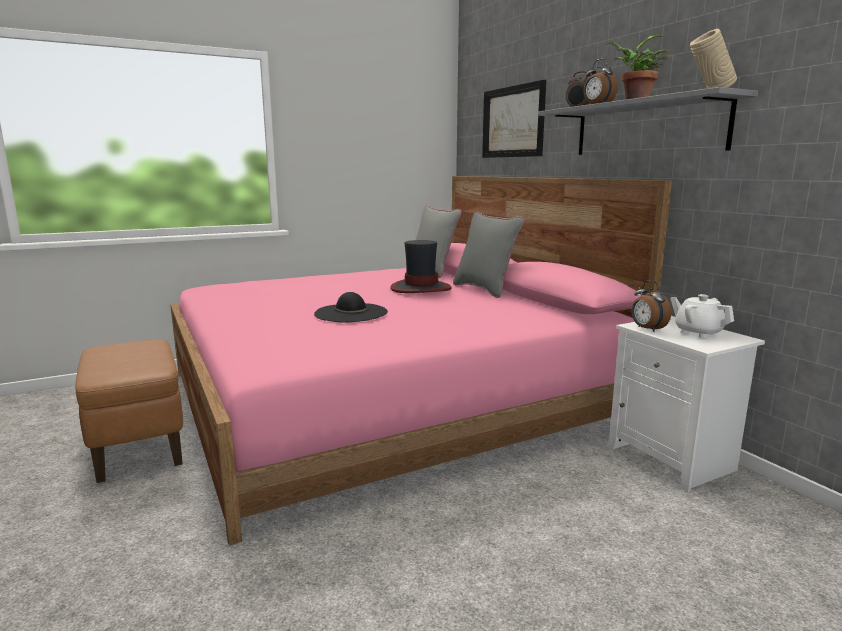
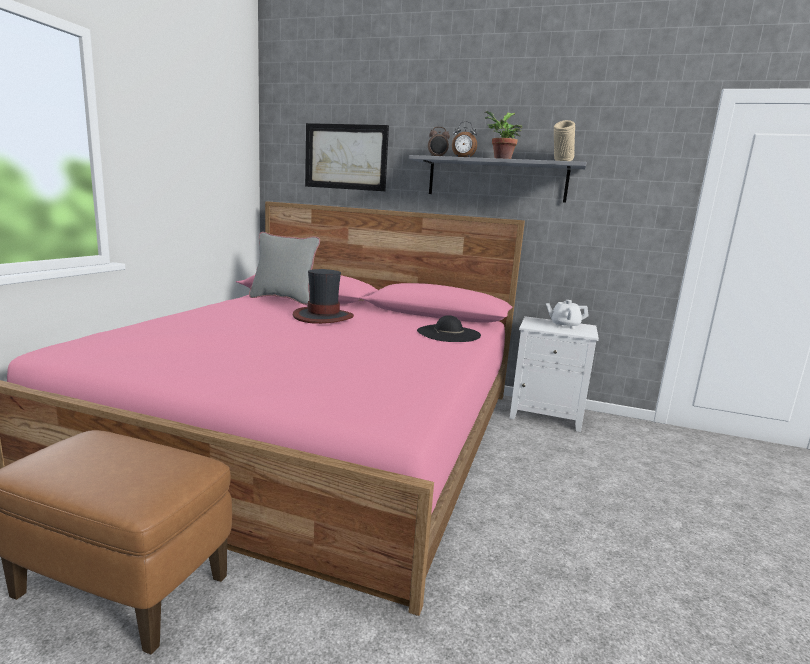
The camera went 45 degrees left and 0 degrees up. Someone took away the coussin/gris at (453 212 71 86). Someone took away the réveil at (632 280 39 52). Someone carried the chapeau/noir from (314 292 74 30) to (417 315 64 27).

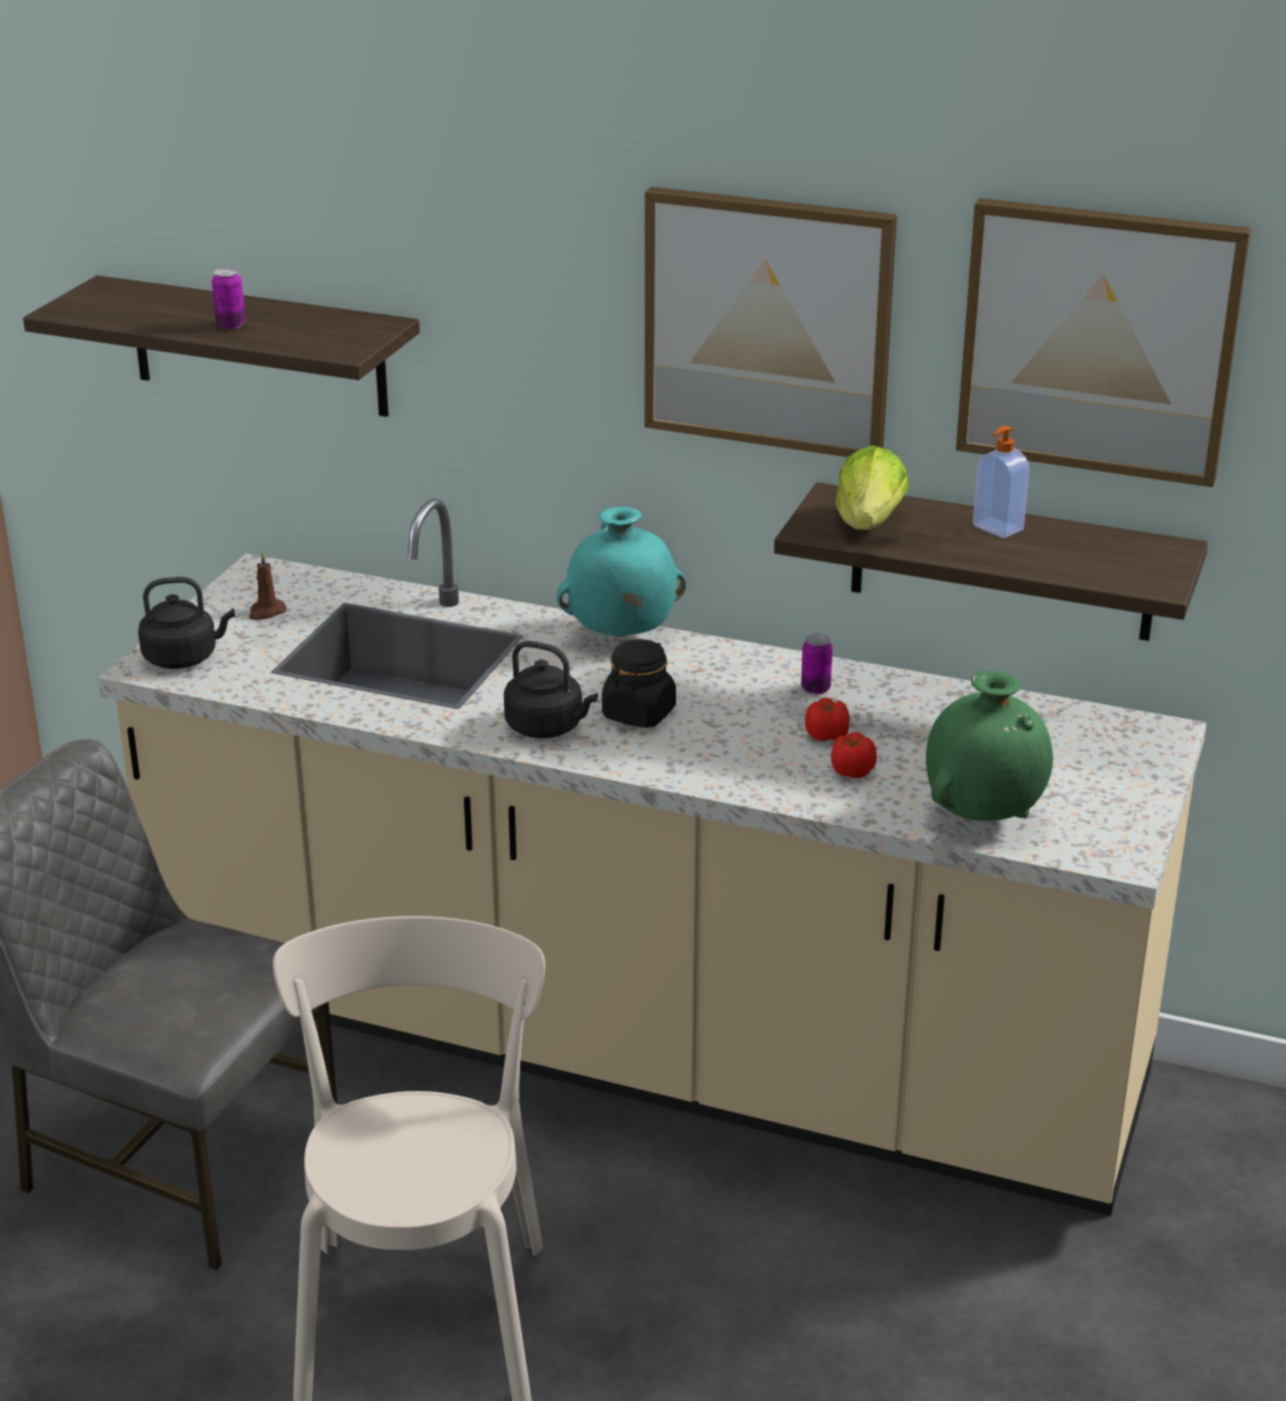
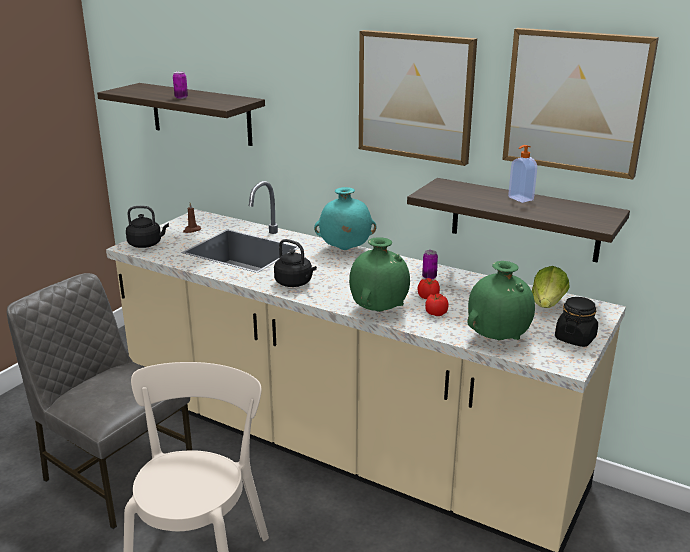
The camera went 10 degrees right and 5 degrees down. Someone put down the vase/vert at (349 237 61 75). Someone carried the bocal/noir from (602 639 74 89) to (555 297 43 50). Someone carried the laitue from (836 445 73 85) to (532 266 38 42).

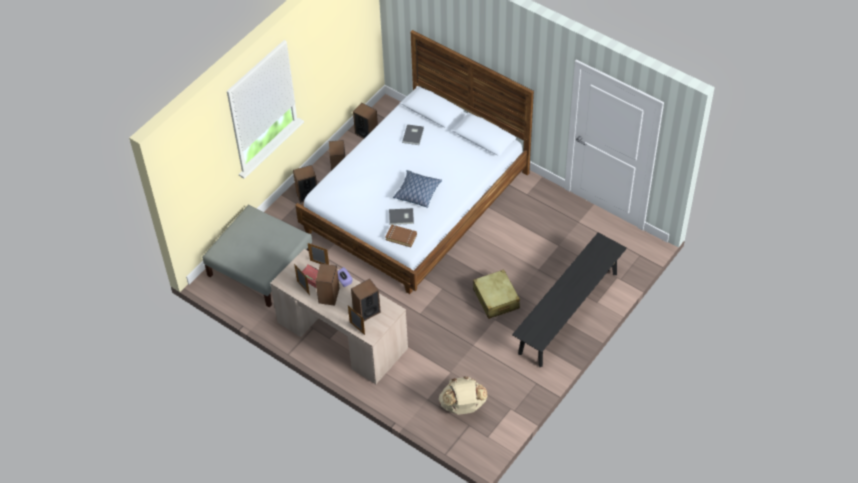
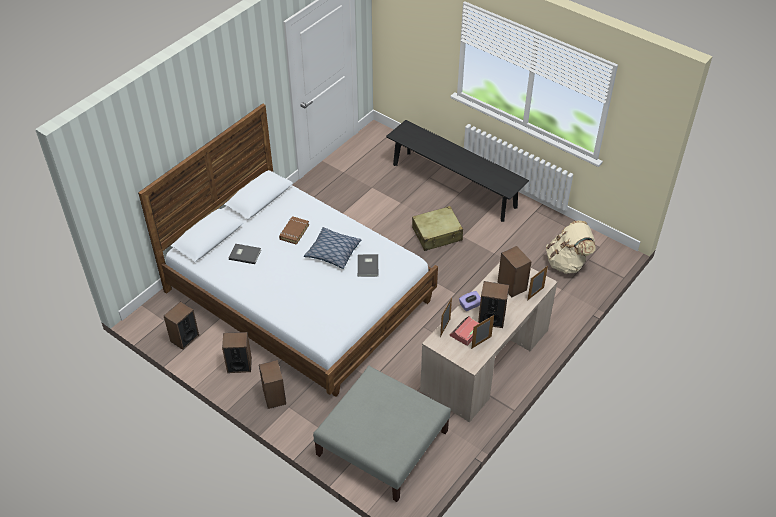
The camera went 90 degrees left and 5 degrees down. Someone carried the livre/marron from (385 225 32 22) to (279 216 30 29).

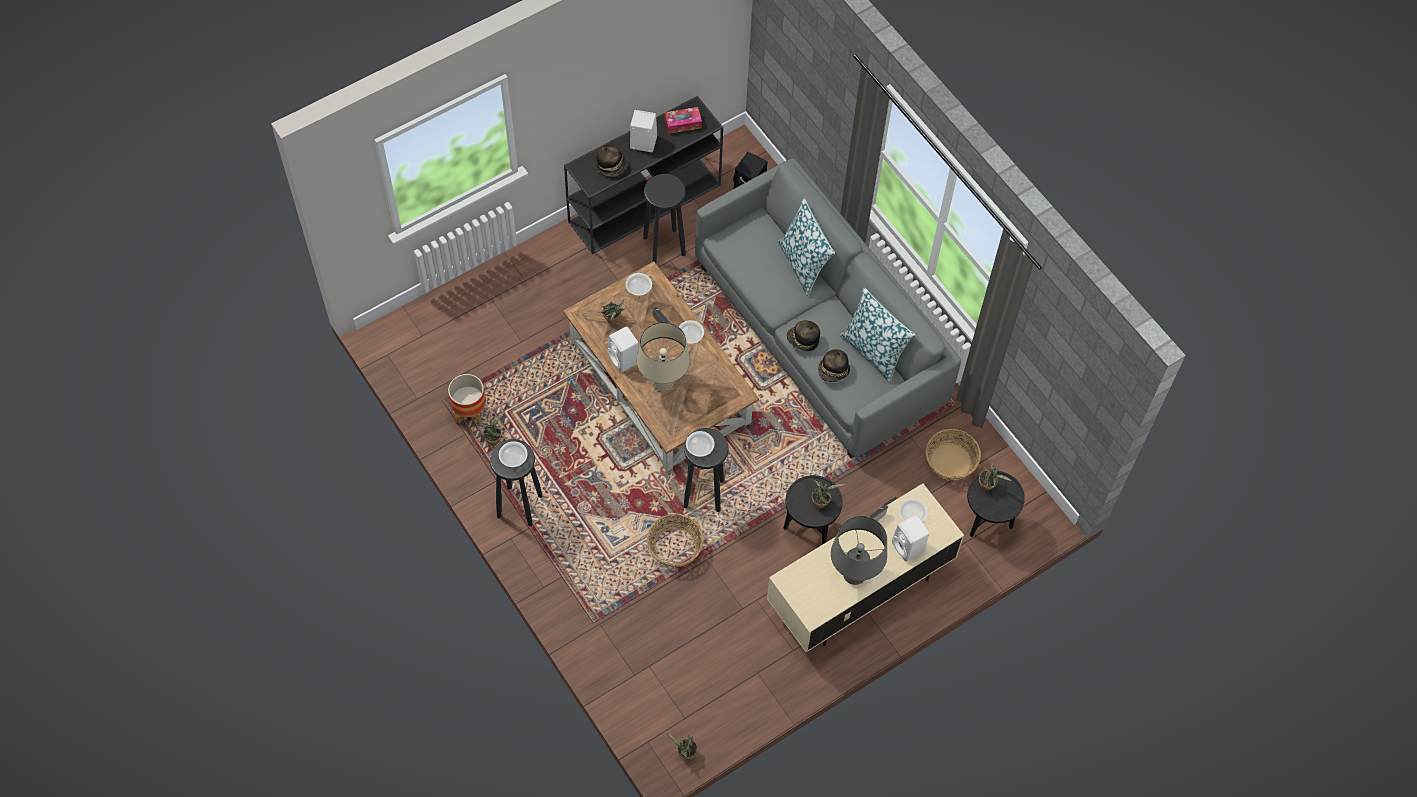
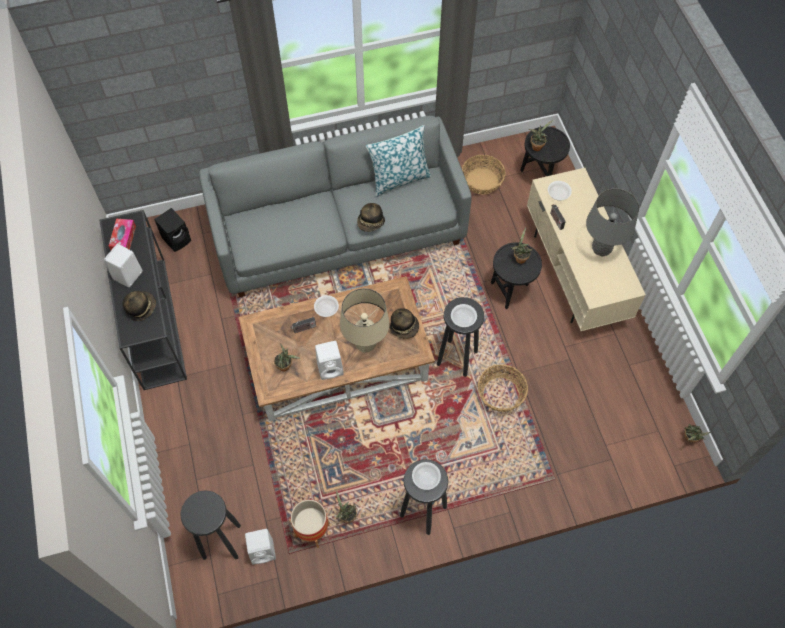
The camera went 70 degrees left and 0 degrees up. Someone took away the bol at (626 273 26 23). Someone took away the coussin at (778 198 57 98). Someone carried the tabouret/noir from (643 174 43 89) to (181 490 60 70). Someone carried the chapeau from (818 349 32 33) to (390 308 29 31). Someone carried the enceinte/blanc from (892 515 37 47) to (245 529 31 36).

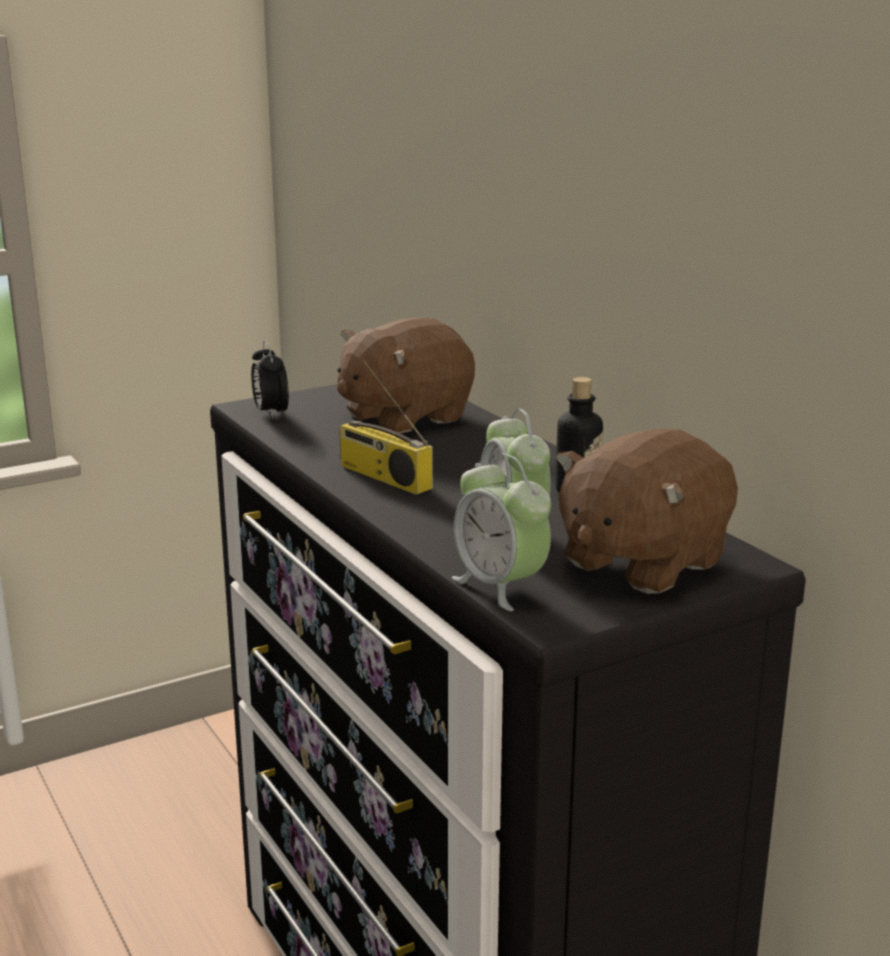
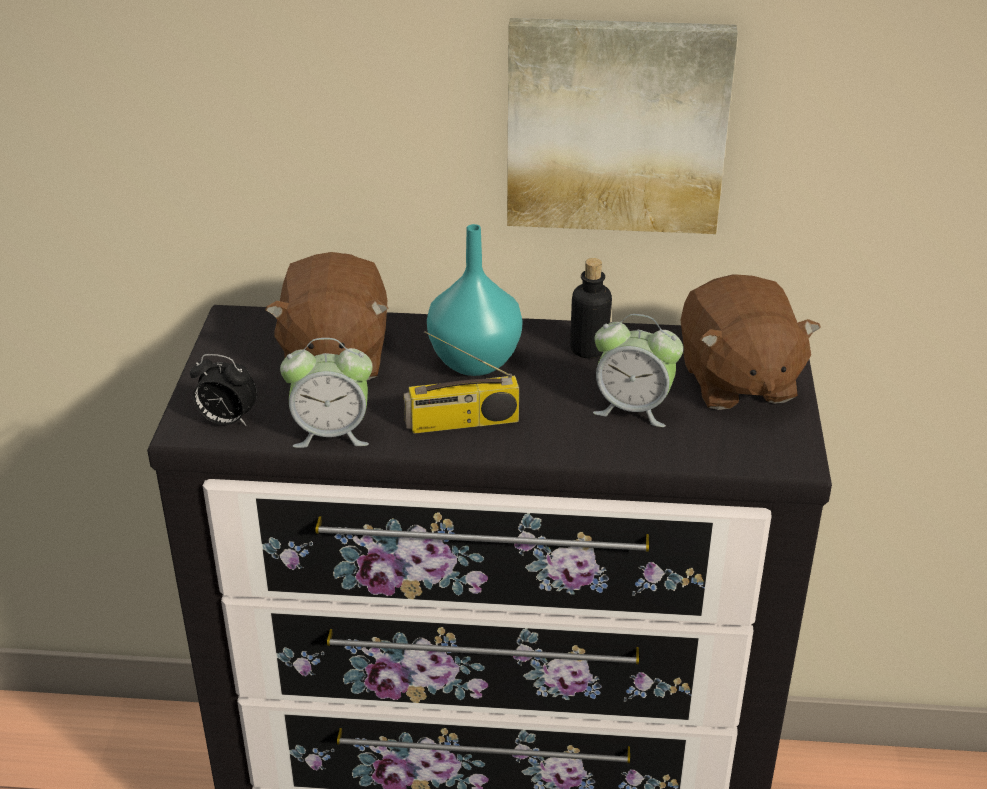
The camera went 55 degrees left and 15 degrees up. Someone put down the vase/turquoise at (427 224 96 152). Someone put up the tableau at (507 18 231 216). Someone carried the réveil from (452 453 99 158) to (280 338 93 110).

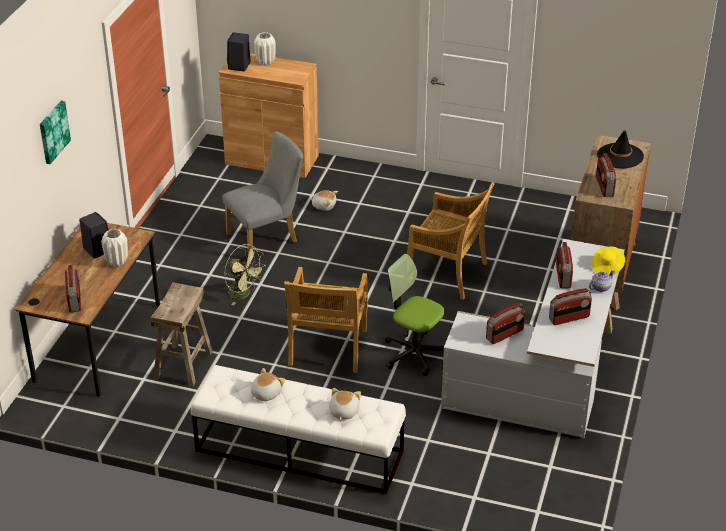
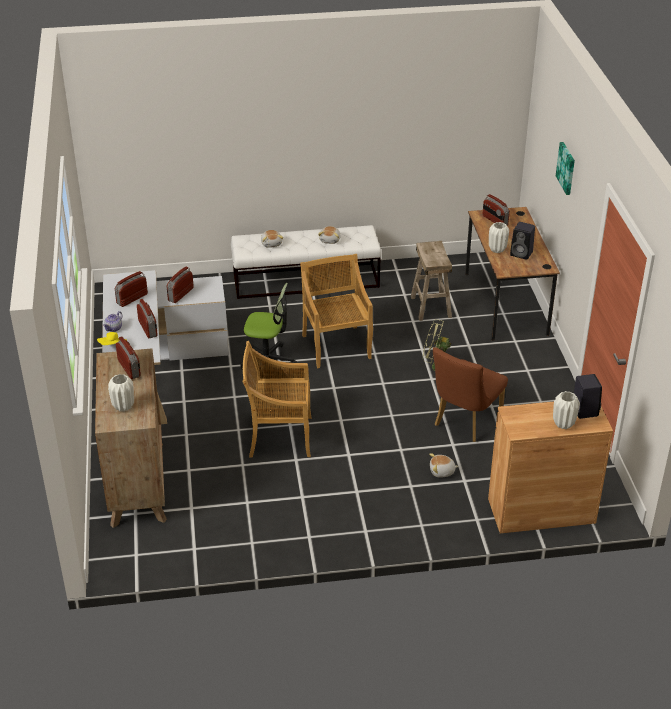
The camera went 155 degrees right and 0 degrees up. Someone swapped the chapeau/noir at (597 130 47 38) for the vase/blanc at (108 374 26 38). Someone repainted the chaise/gris at (222 131 81 124), which became the chaise/marron at (433 347 75 95).

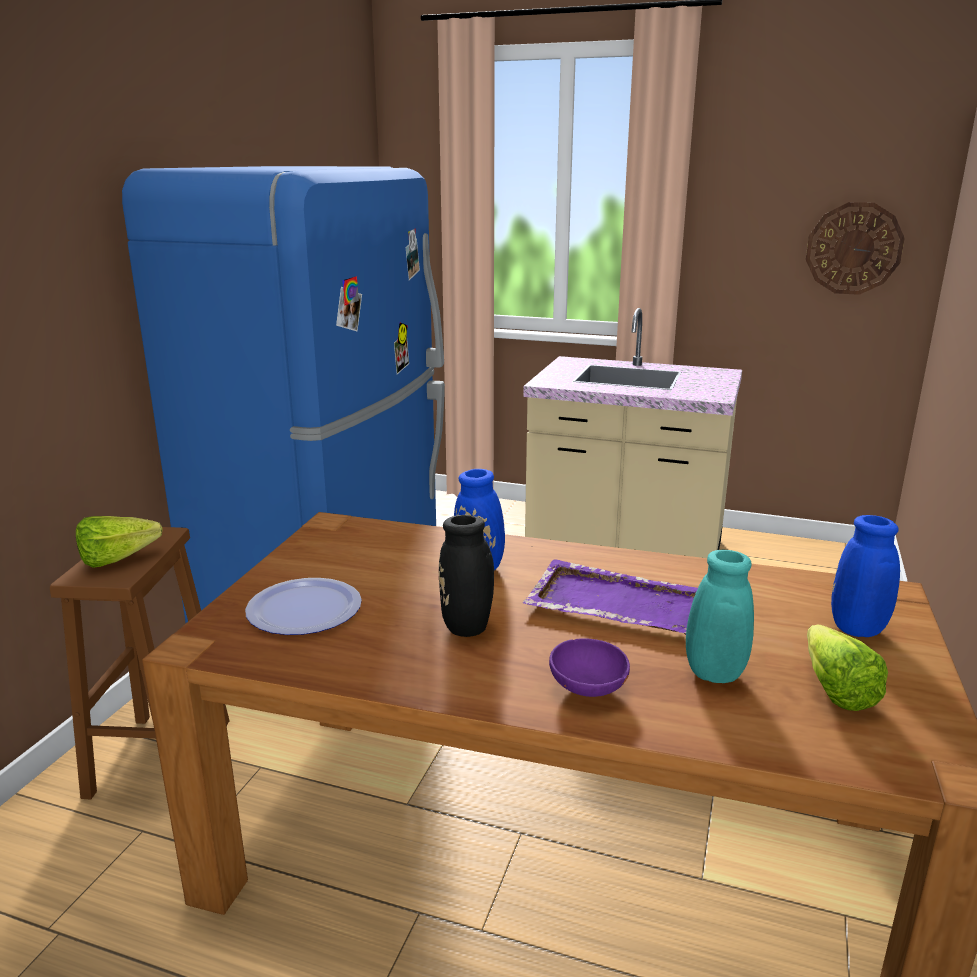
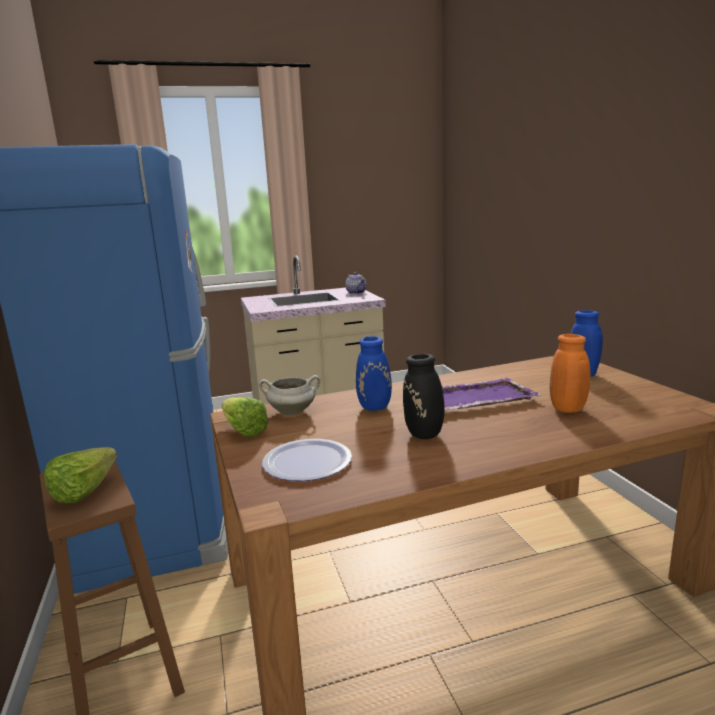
The camera went 35 degrees left and 5 degrees down. Someone took away the bol/violet at (549 638 81 59). Someone took away the horloge murale at (806 202 99 93). Someone put down the marmite/blanc at (259 375 61 40). Someone put down the théière at (345 272 22 22). Someone carried the laitue from (807 625 81 86) to (222 397 47 40). Someone repainted the vase/turquoise at (677 550 77 133), which became the vase/orange at (550 334 40 79).

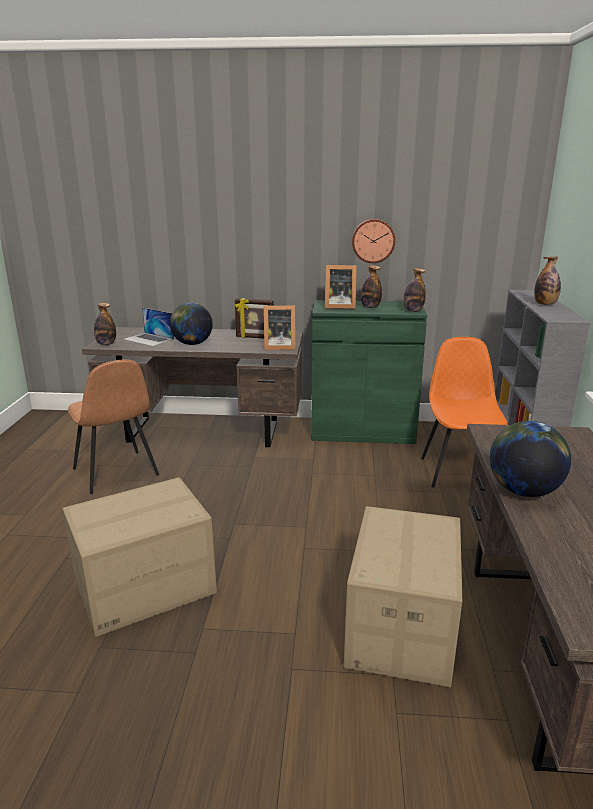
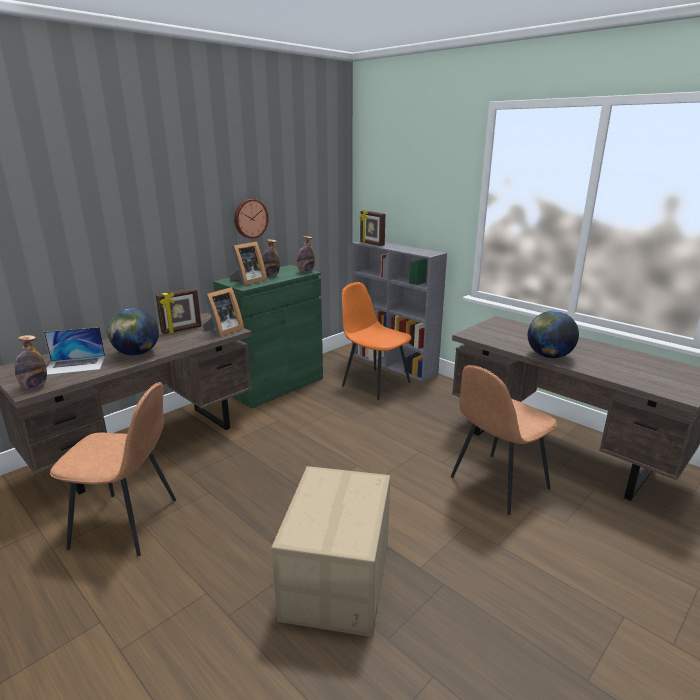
The camera went 50 degrees left and 0 degrees up. Someone took away the bouteille at (534 256 27 49). Someone put down the cadre photo at (360 210 25 36). Someone swapped the carton at (343 506 119 181) for the chaise/marron at (451 365 106 150).

